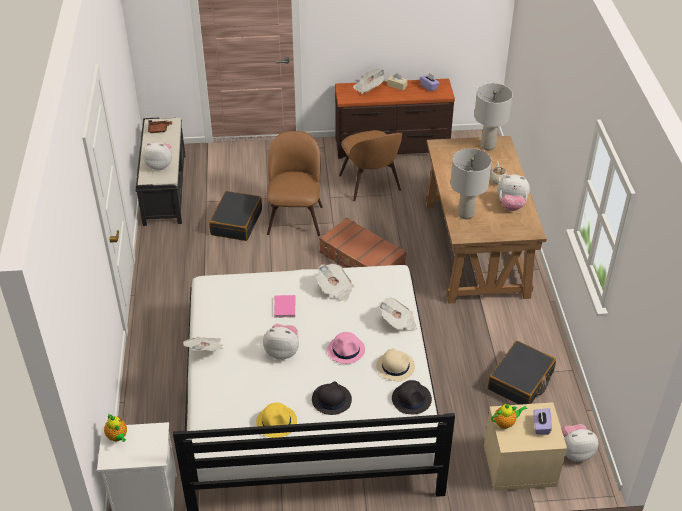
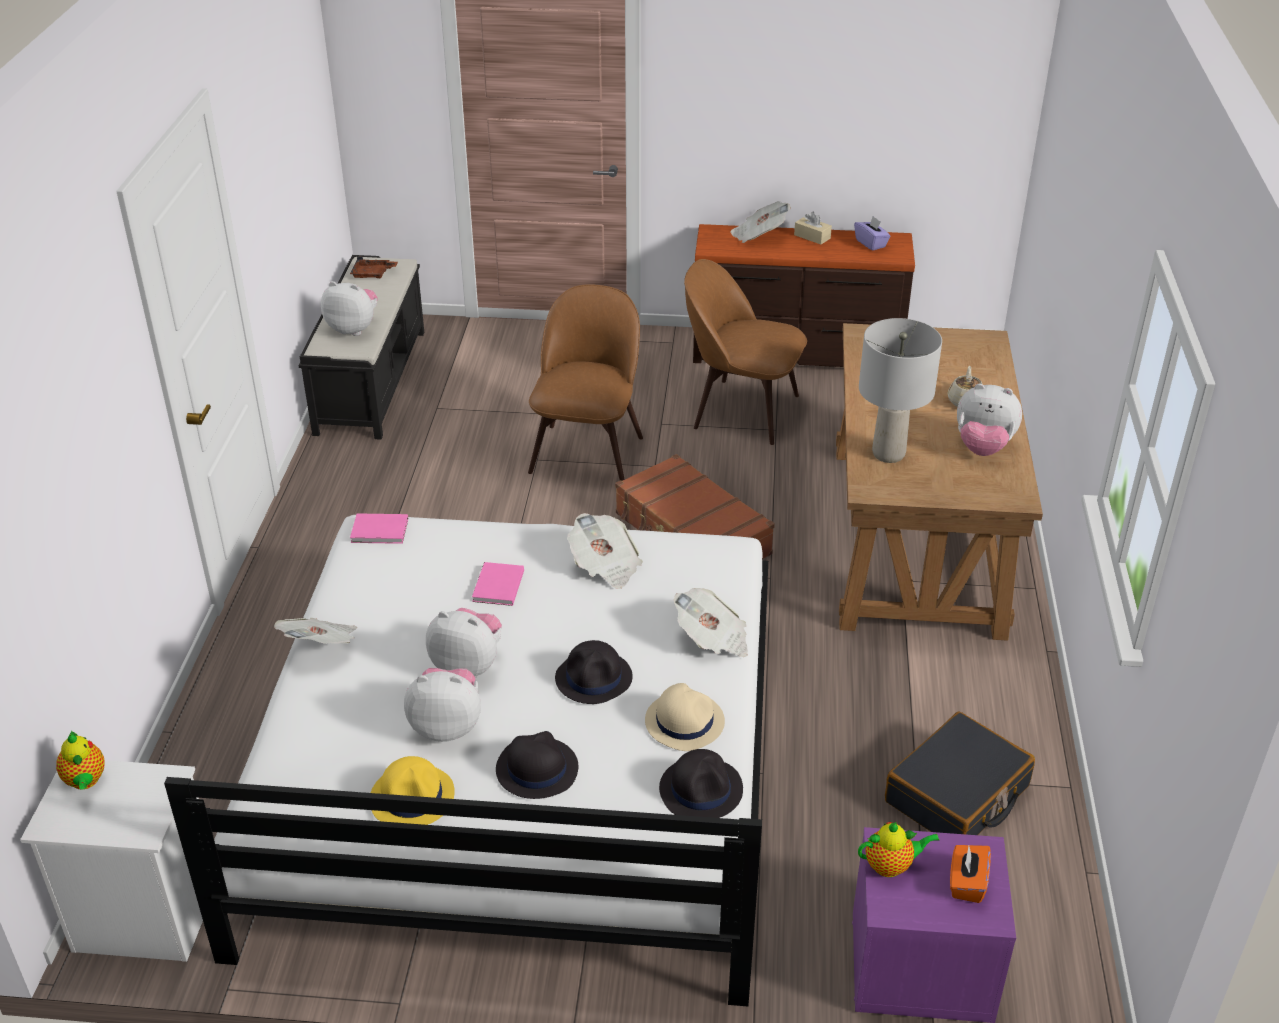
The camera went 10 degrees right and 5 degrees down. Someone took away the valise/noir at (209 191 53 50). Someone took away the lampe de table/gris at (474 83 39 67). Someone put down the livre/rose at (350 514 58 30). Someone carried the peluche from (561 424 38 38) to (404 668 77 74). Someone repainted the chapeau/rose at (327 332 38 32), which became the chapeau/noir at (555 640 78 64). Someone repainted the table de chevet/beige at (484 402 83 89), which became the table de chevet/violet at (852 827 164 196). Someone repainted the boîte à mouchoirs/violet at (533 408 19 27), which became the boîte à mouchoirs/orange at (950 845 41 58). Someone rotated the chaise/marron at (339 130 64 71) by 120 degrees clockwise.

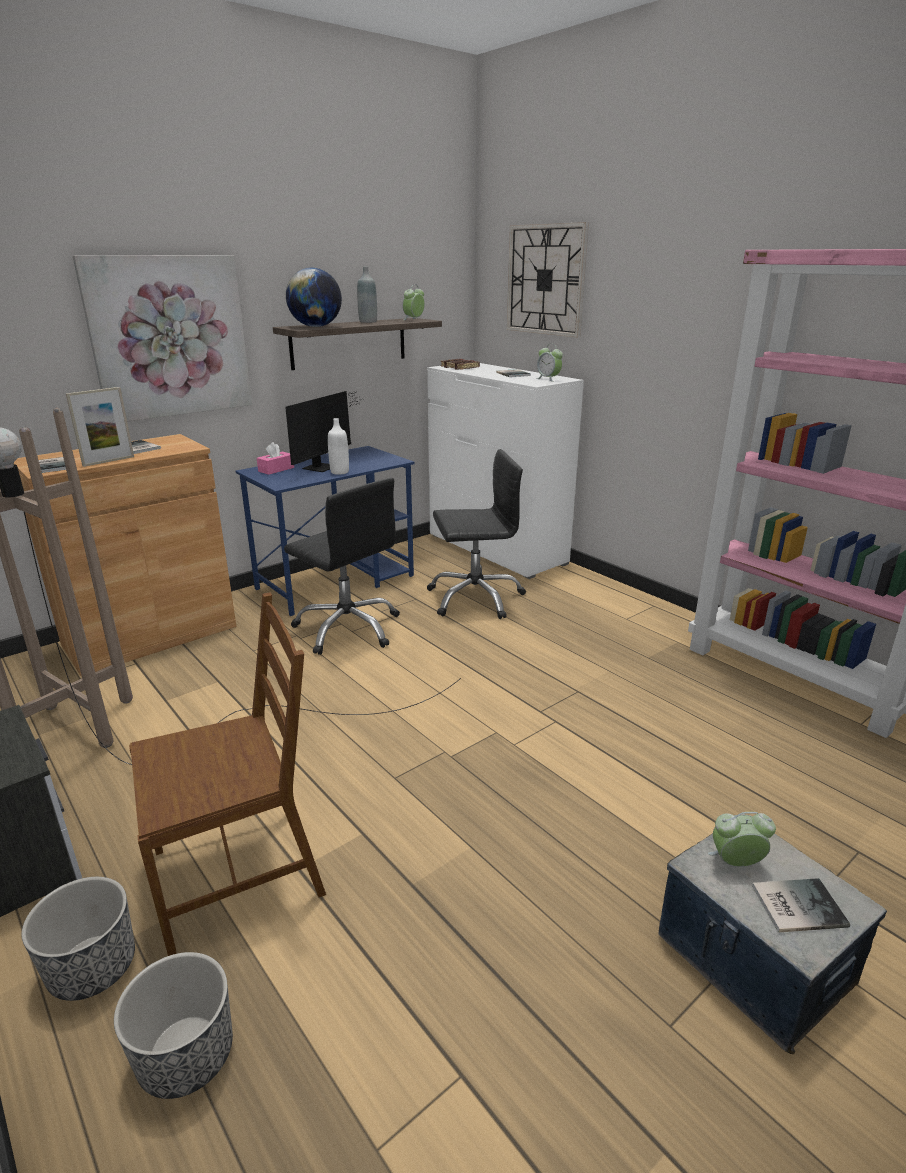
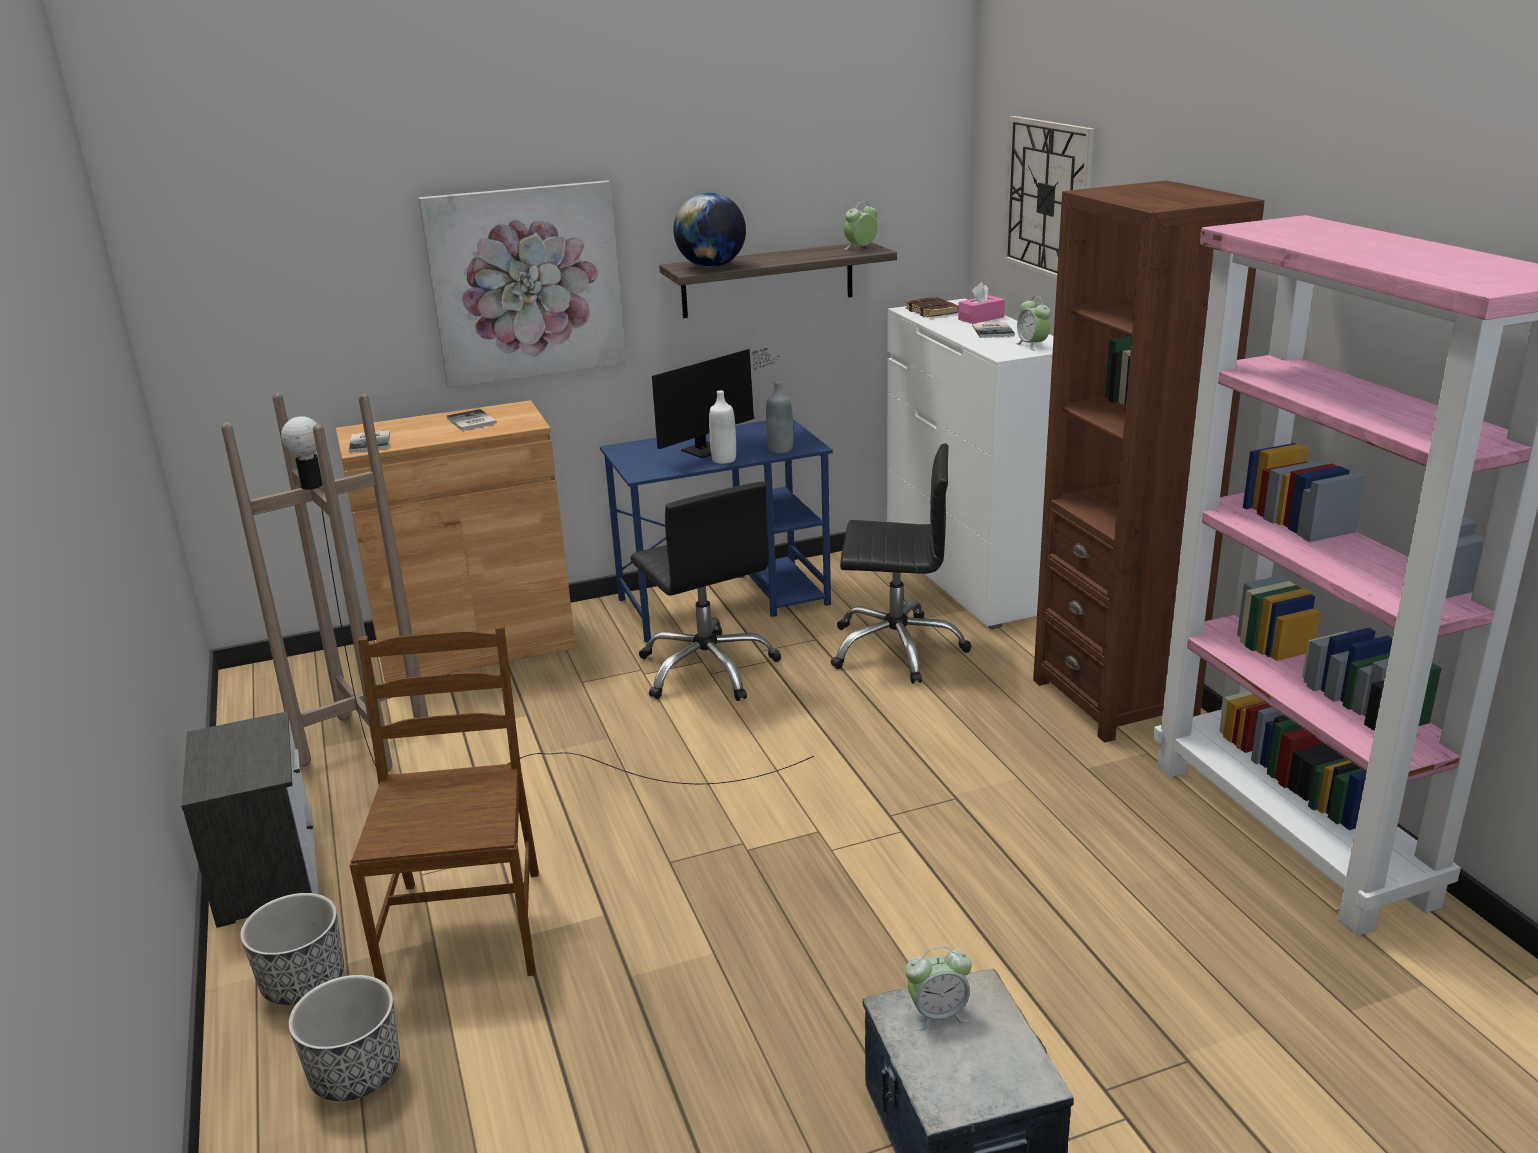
The camera went 20 degrees right and 0 degrees up. Someone took away the cadre photo at (66 387 68 80). Someone took away the livre at (752 878 98 55). Someone put down the bibliothèque/marron at (1033 180 232 563). Someone carried the boîte à mouchoirs/rose from (257 442 37 33) to (958 282 47 42). Someone carried the bouteille/gris from (357 267 20 56) to (766 381 27 73). Someone rotated the chaise/marron at (129 592 197 364) by 90 degrees counterclockwise. Someone rotated the réveil at (708 812 68 55) by 150 degrees clockwise.

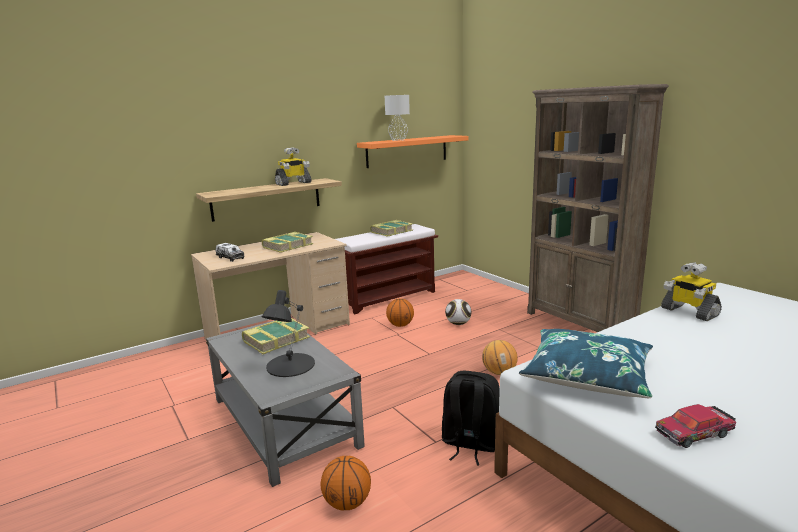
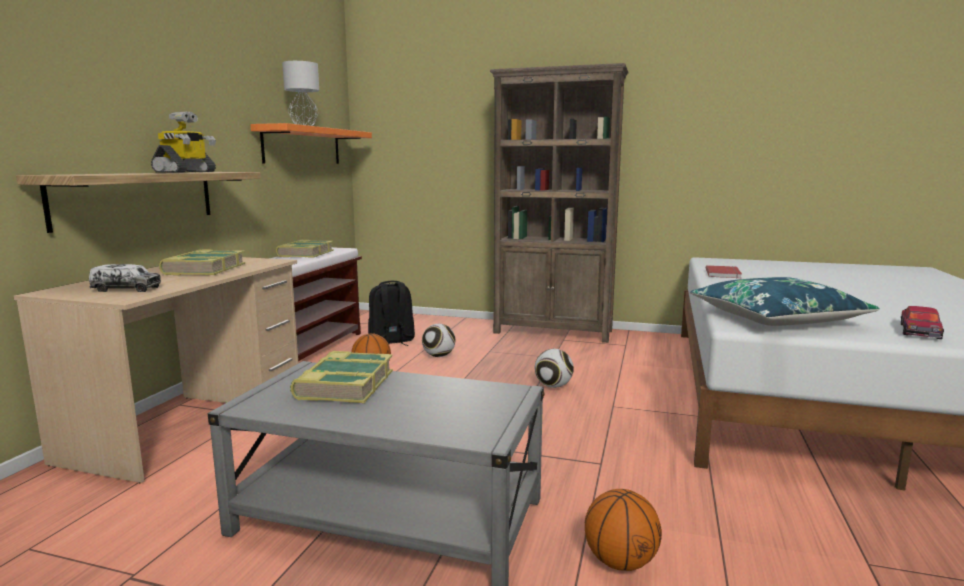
The camera went 40 degrees left and 5 degrees down. Someone took away the lampe de table/noir at (262 290 53 87). Someone carried the sac à dos/noir from (442 371 58 94) to (368 281 47 65). Someone swapped the ballon de basket at (482 340 36 35) for the ballon de foot at (535 349 39 39). Someone swapped the robot jouet at (661 262 61 59) for the livre/rouge at (706 265 36 13).

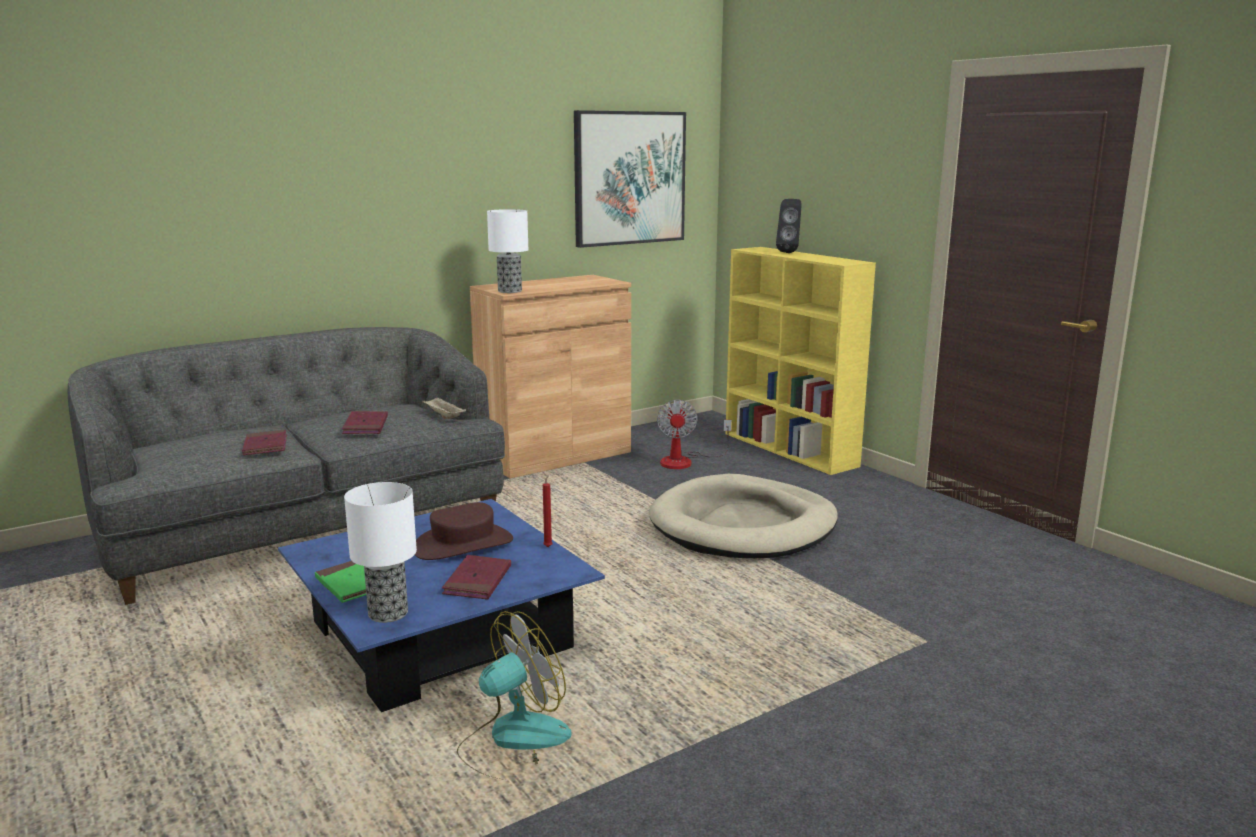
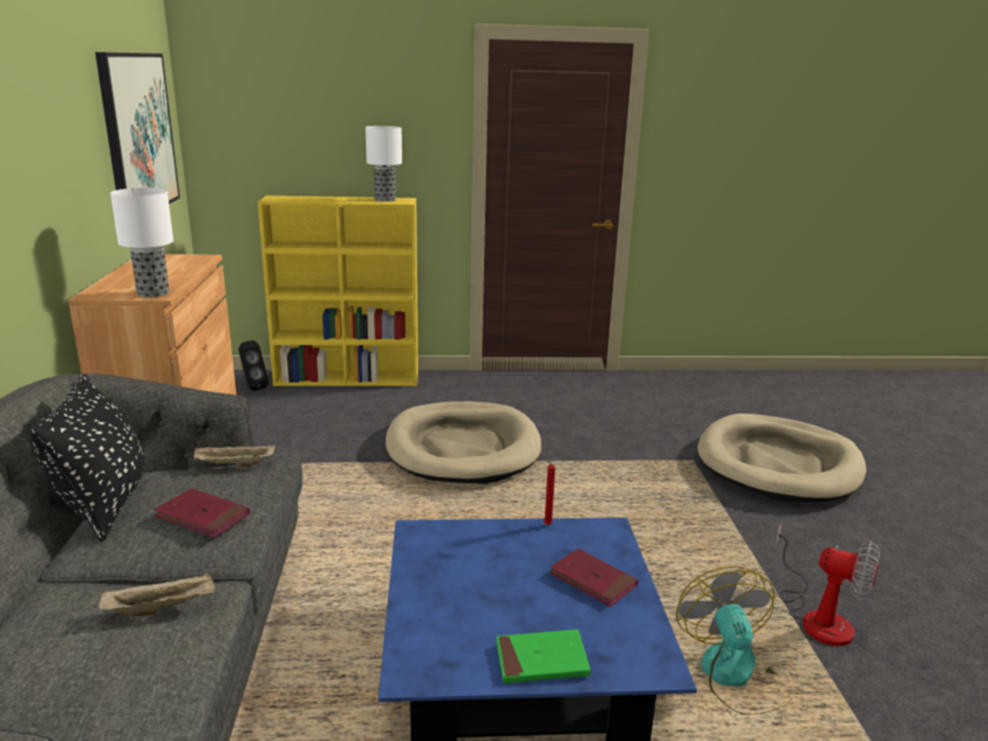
The camera went 60 degrees left and 5 degrees up. Someone took away the chapeau/marron at (415 502 98 58). Someone put down the coussin/noir at (30 374 114 168). Someone put down the panier pour chien/beige at (697 414 169 88). Someone carried the lampe de table from (344 482 73 141) to (365 126 37 76). Someone carried the ventilateur from (657 400 75 69) to (776 525 104 121). Someone carried the enceinte/noir from (776 199 26 54) to (238 340 31 51). Someone swapped the livre/rouge at (242 430 45 25) for the plateau/beige at (98 572 117 44).

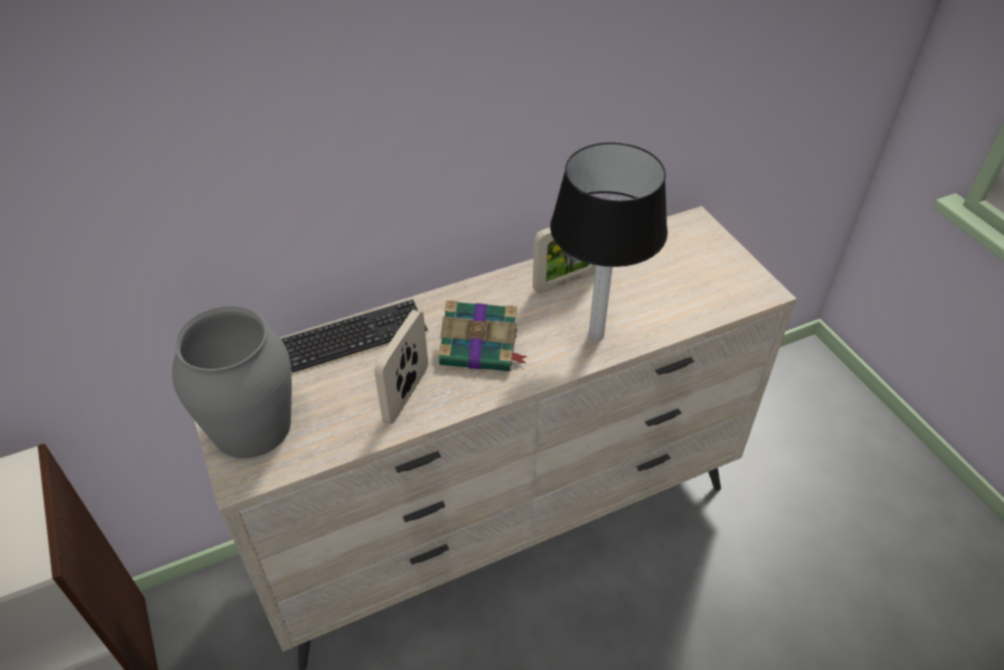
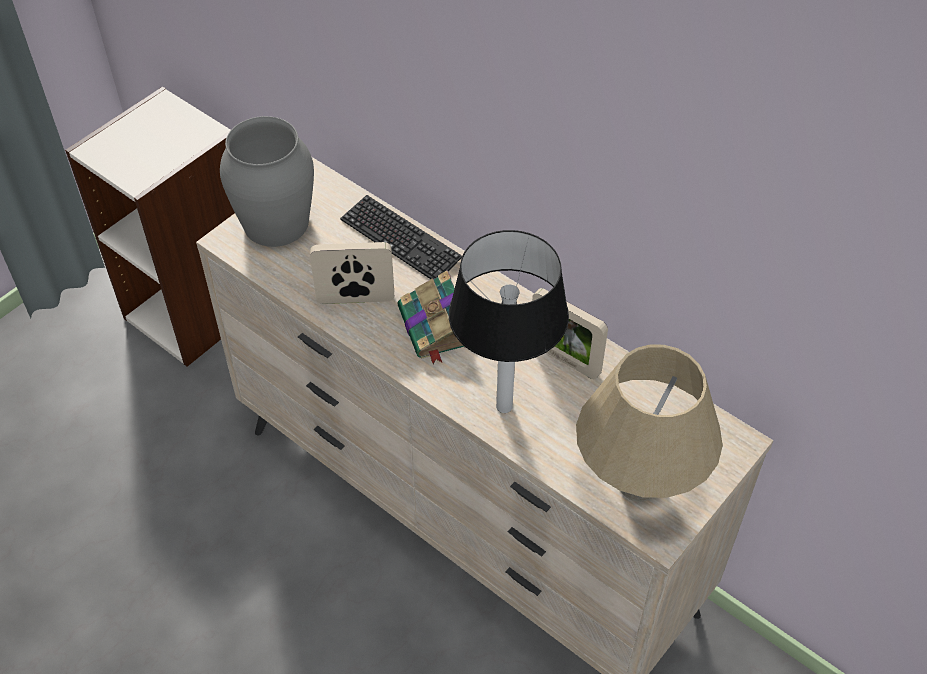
The camera went 65 degrees right and 5 degrees up. Someone put down the lampe de table/beige at (576 344 147 158).

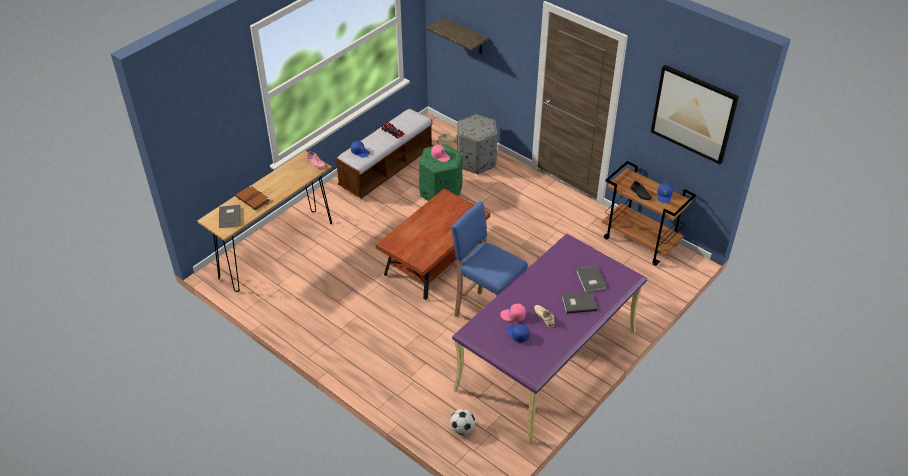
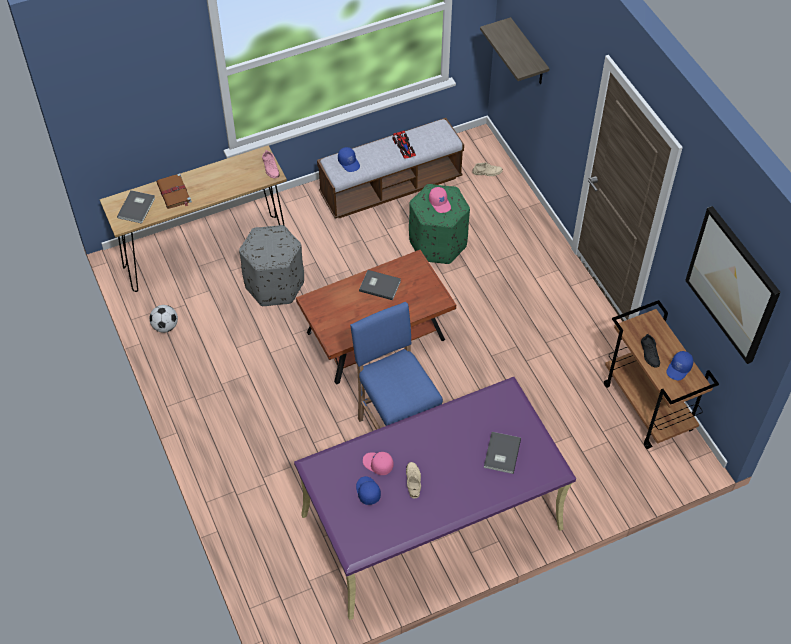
The camera went 25 degrees right and 10 degrees up. Someone carried the ballon de foot from (450 409 25 26) to (149 305 29 28). Someone carried the pouf/gris from (457 114 40 61) to (239 225 65 81). Someone carried the livre/gris from (562 292 35 22) to (359 270 42 30).

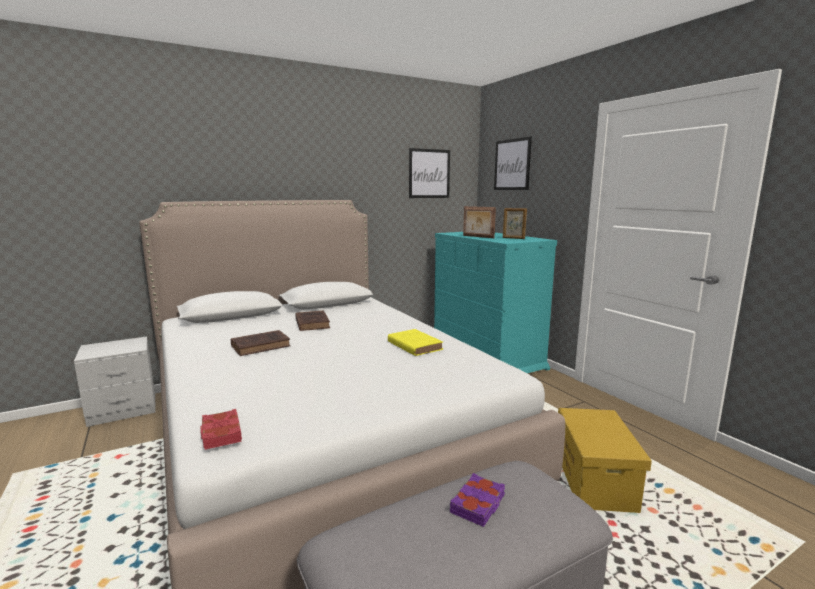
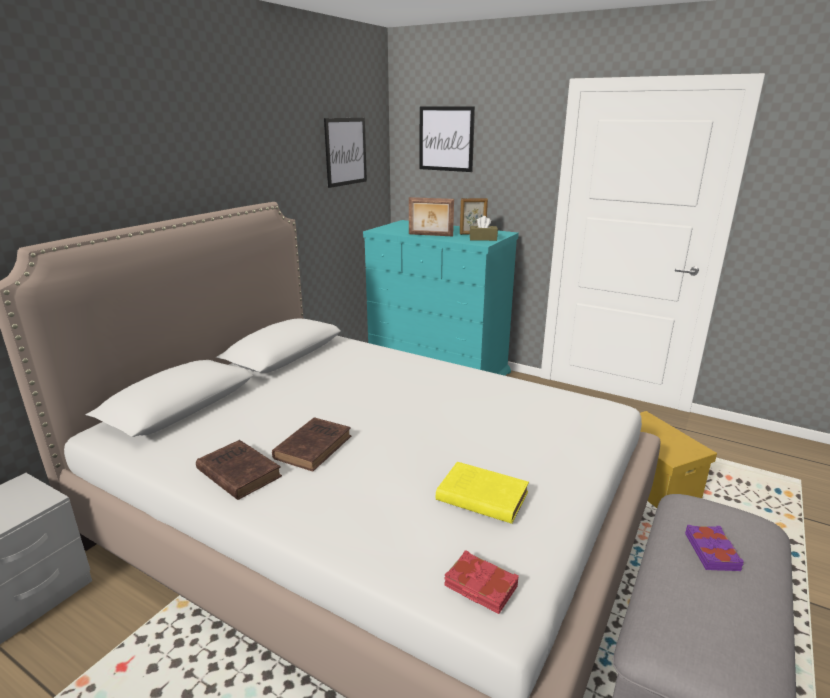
The camera went 30 degrees left and 10 degrees up. Someone put down the boîte à mouchoirs/marron at (470 216 28 25). Someone carried the livre/marron from (295 310 35 21) to (196 440 86 60). Someone carried the livre/jaune from (388 329 55 27) to (436 462 93 62).

